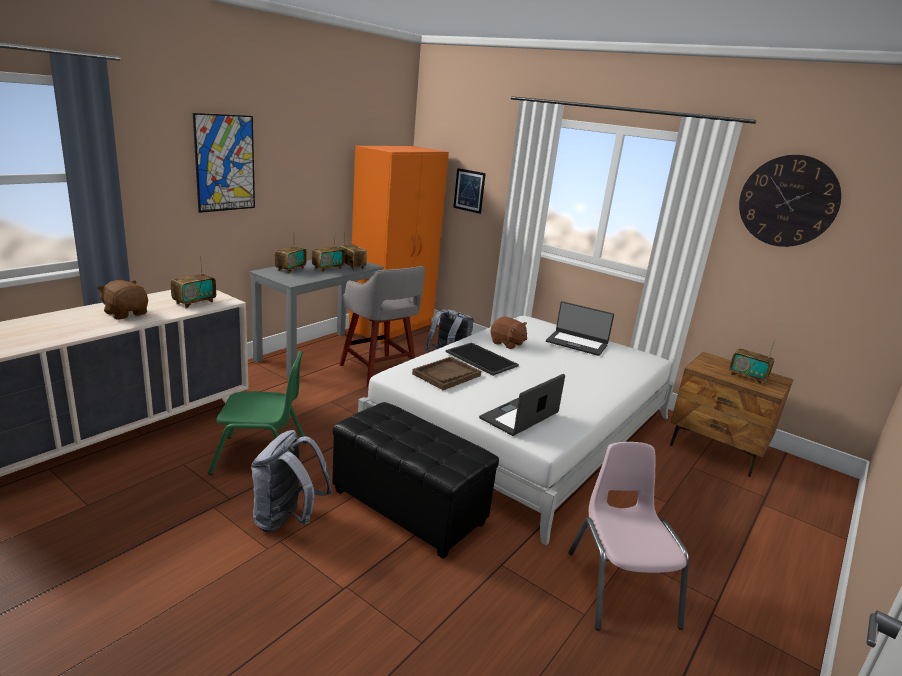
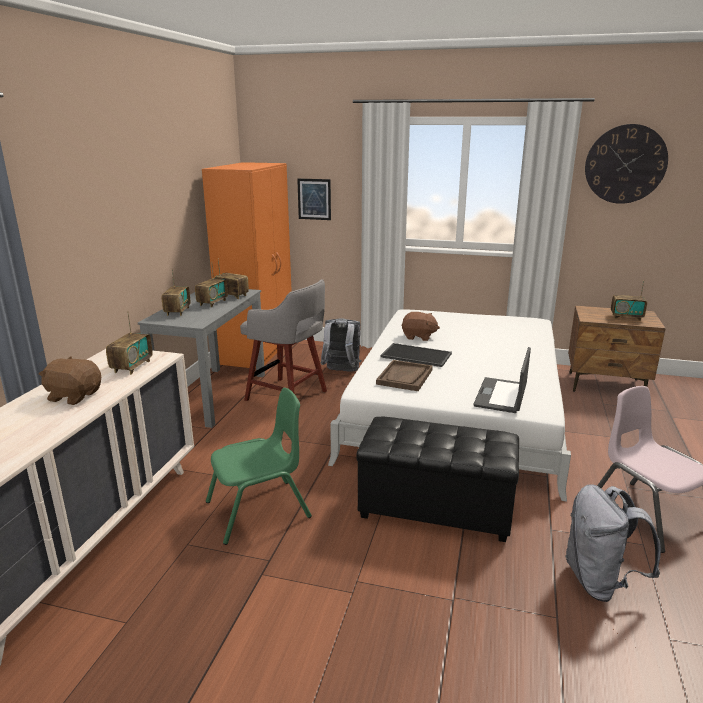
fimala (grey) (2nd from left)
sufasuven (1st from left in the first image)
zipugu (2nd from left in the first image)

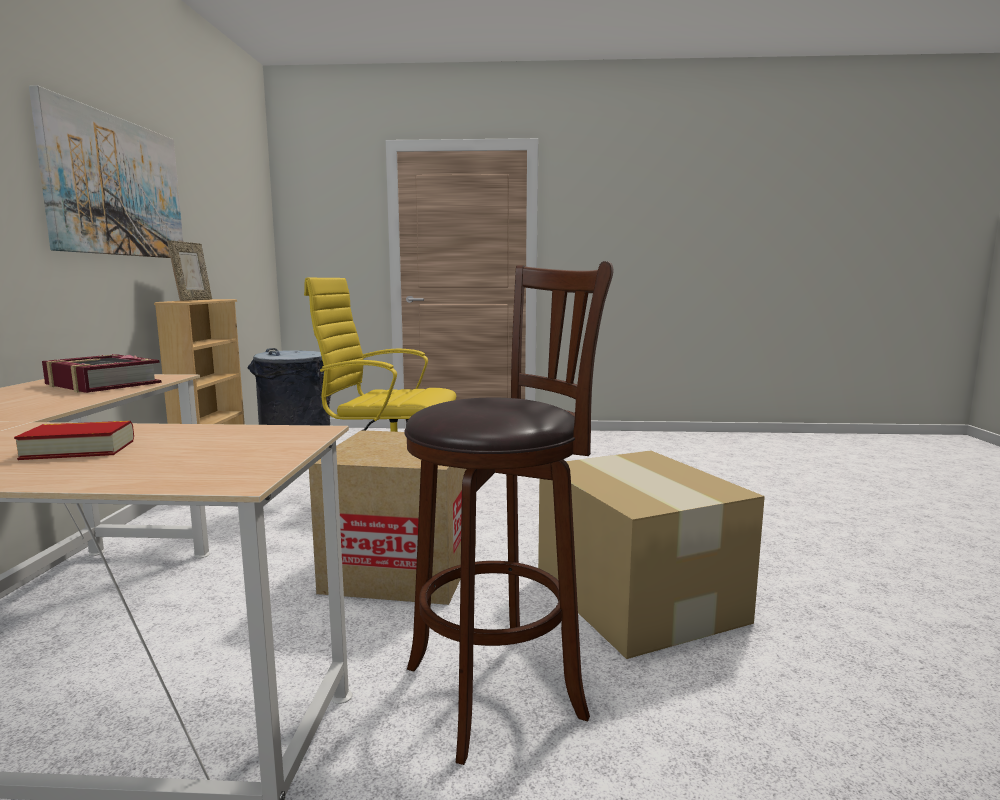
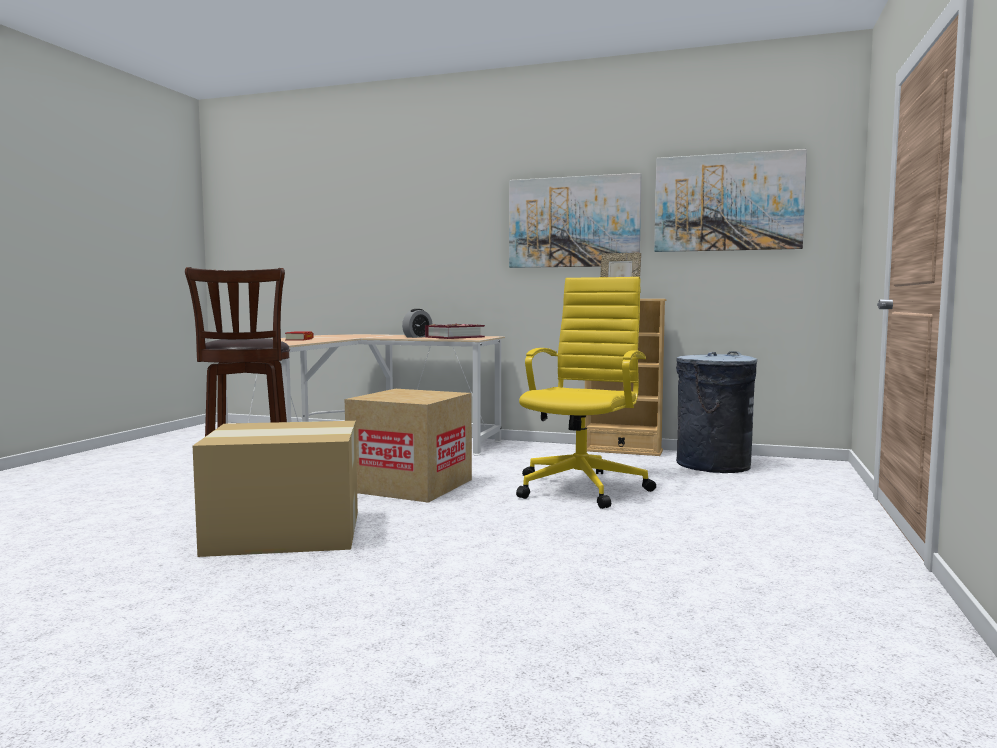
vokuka
sufasuven (2nd from left)

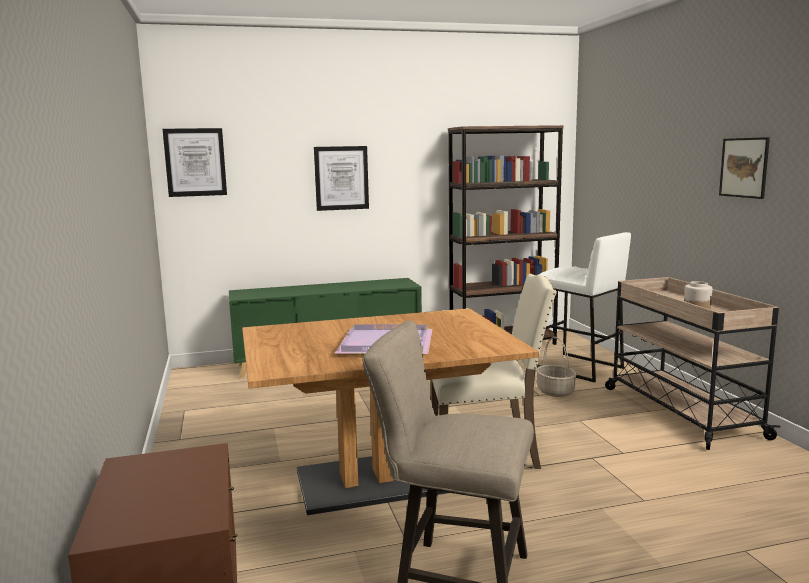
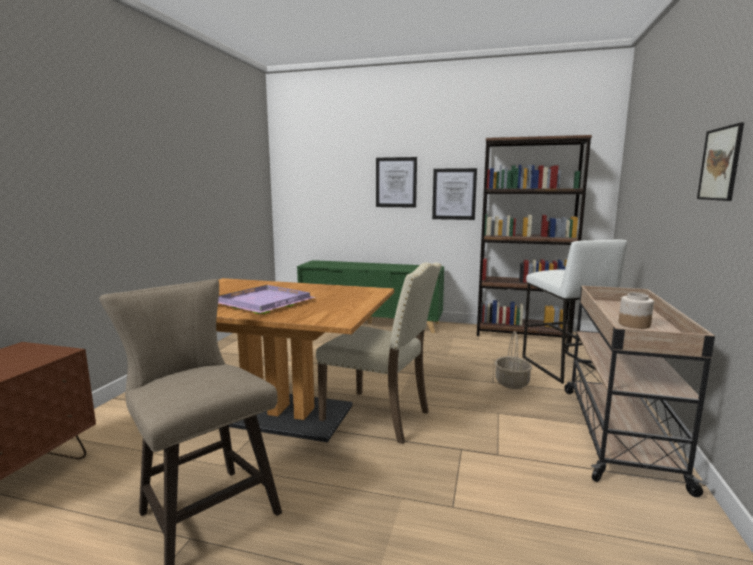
sufasuven (2nd from left)

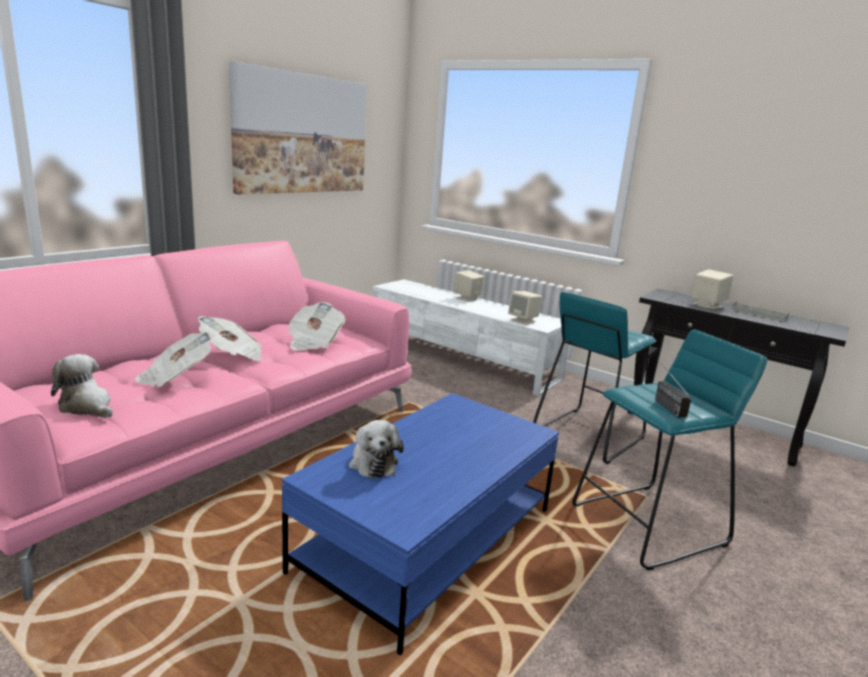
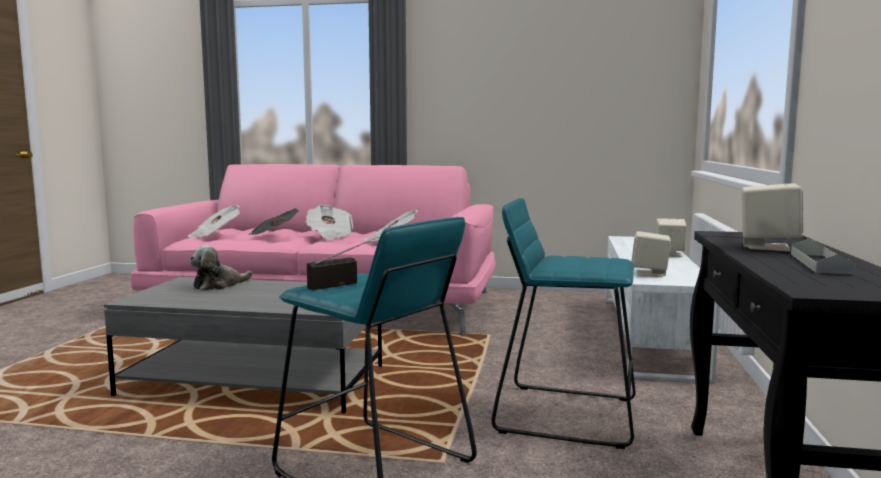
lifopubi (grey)
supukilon (1st from left)
sufasuven

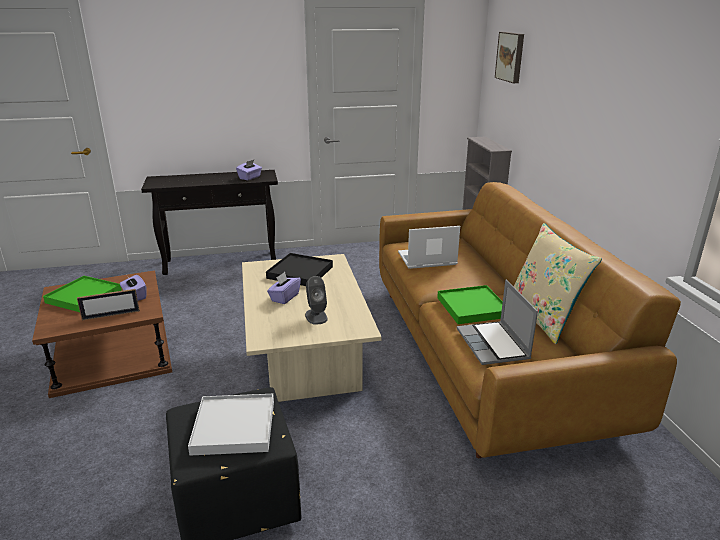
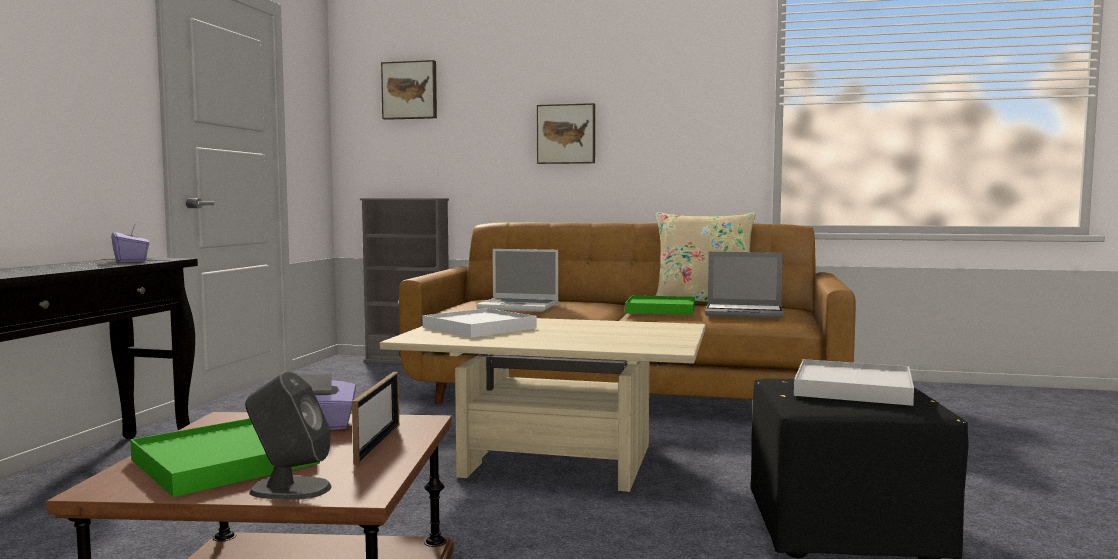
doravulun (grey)
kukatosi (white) (1st from left)
zipugu (1st from left)
sufasuven (2nd from left)
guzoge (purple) (3rd from left in the first image)

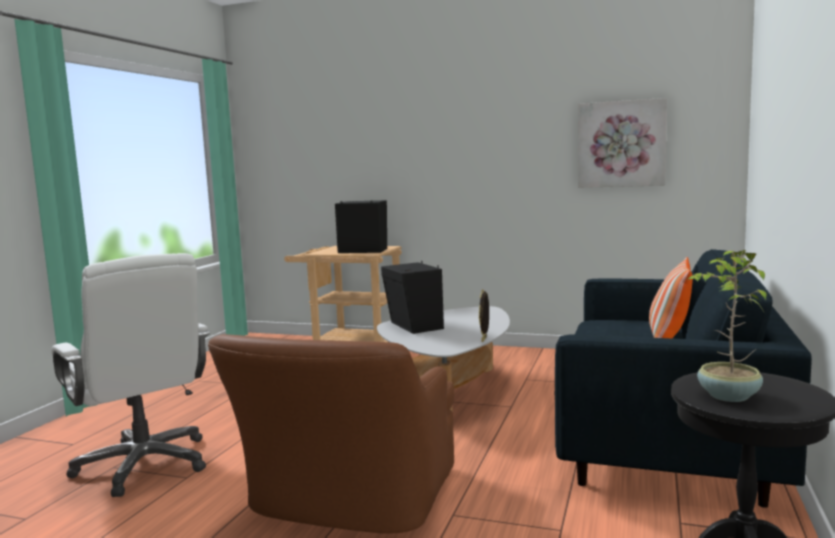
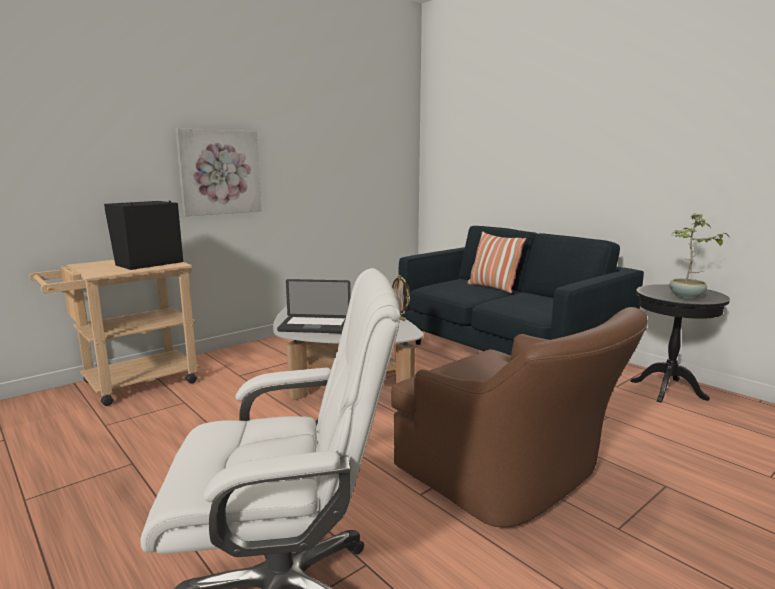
sufasuven
zipugu

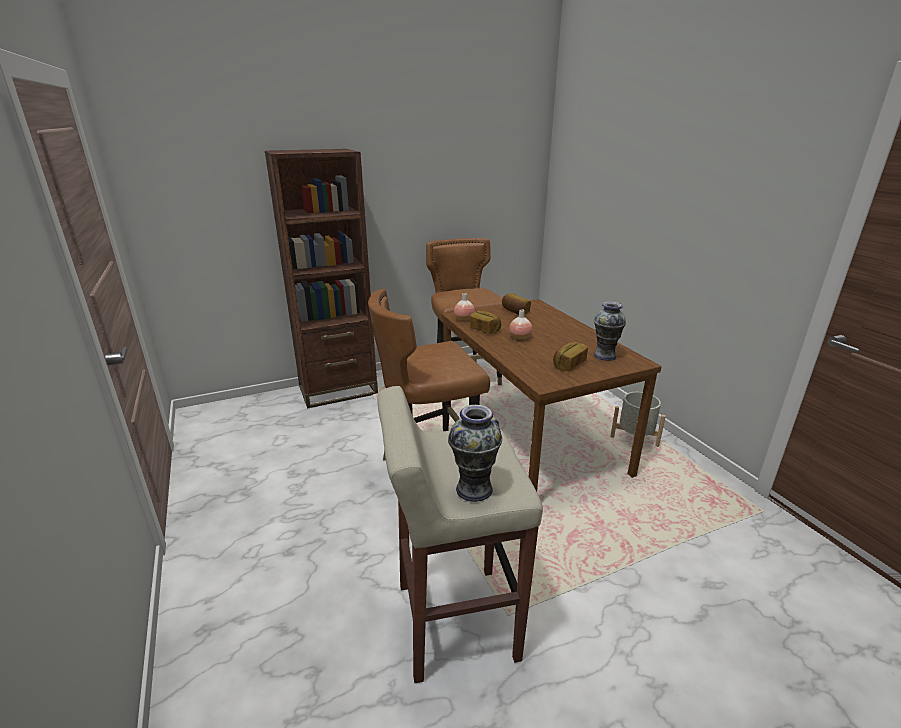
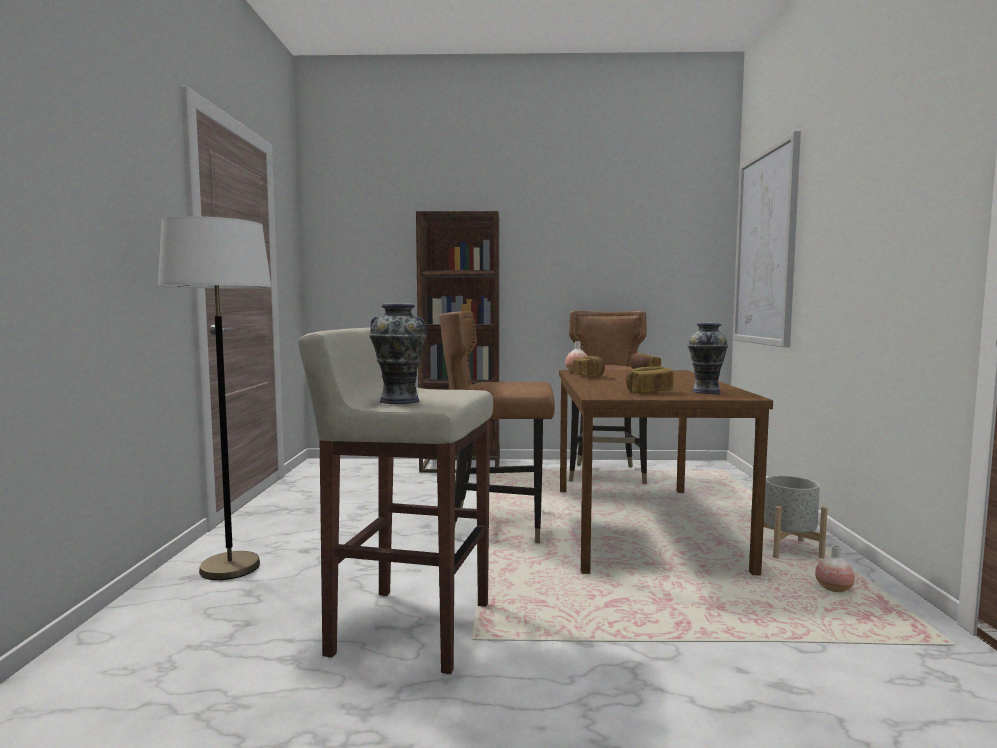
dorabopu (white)
sufasuven
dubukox (4th from left)

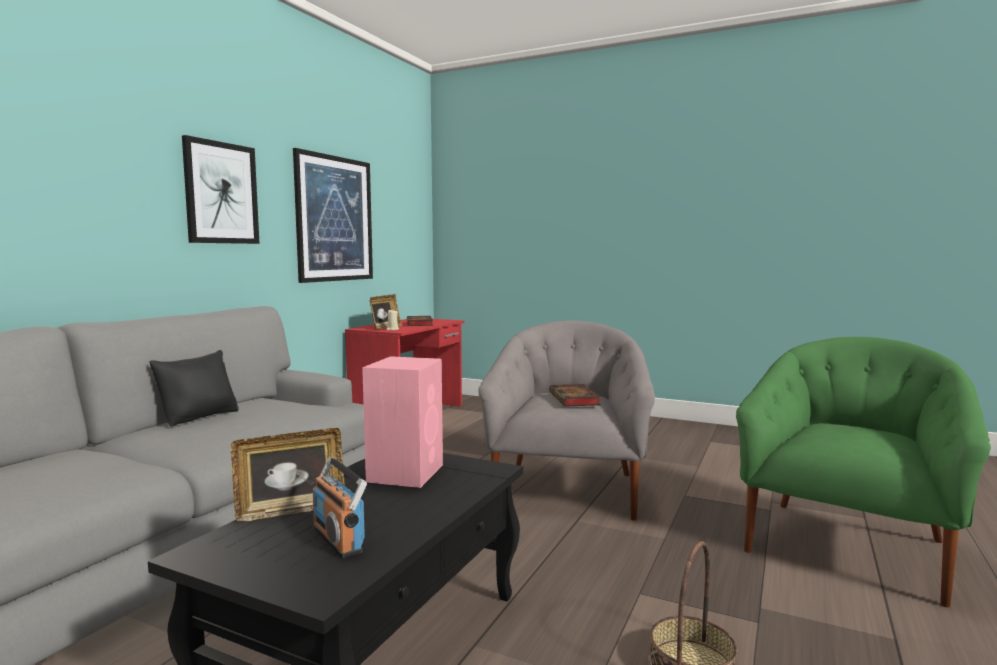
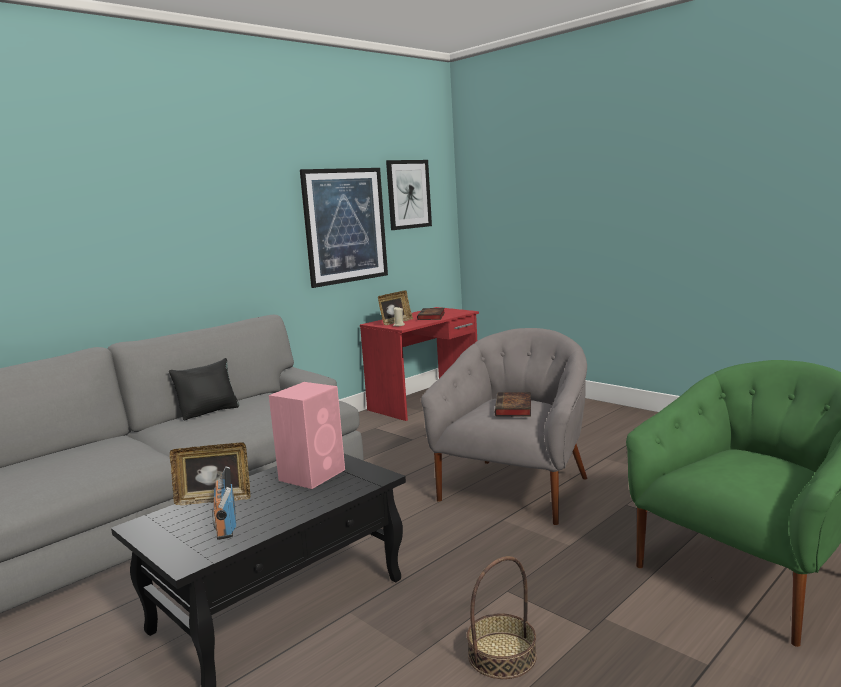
sufasuven (2nd from left)

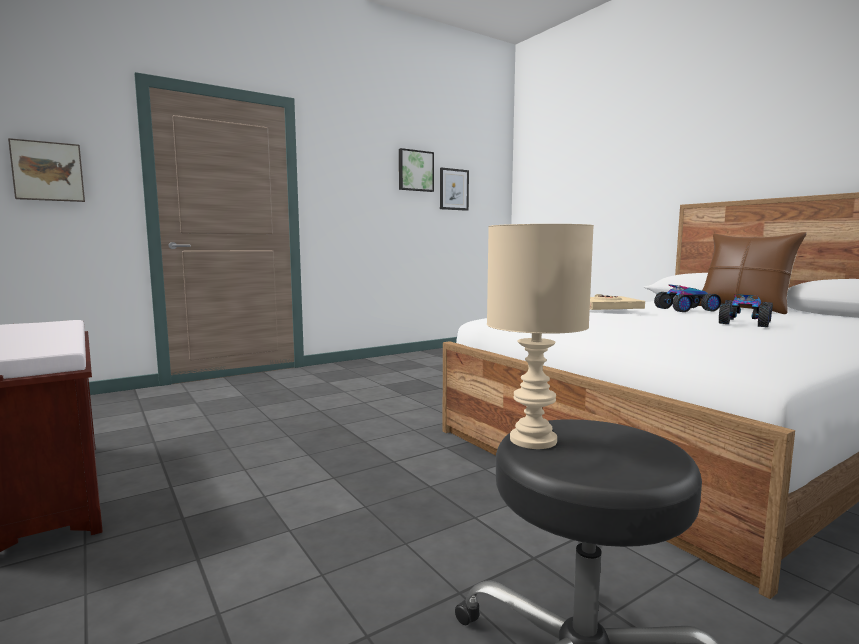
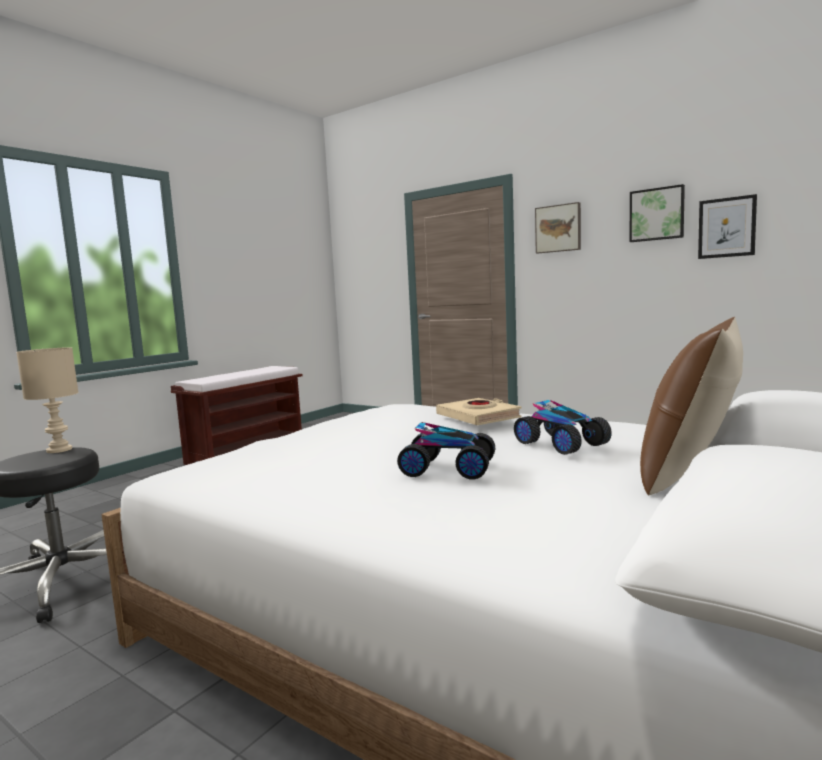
sufasuven (1st from left)

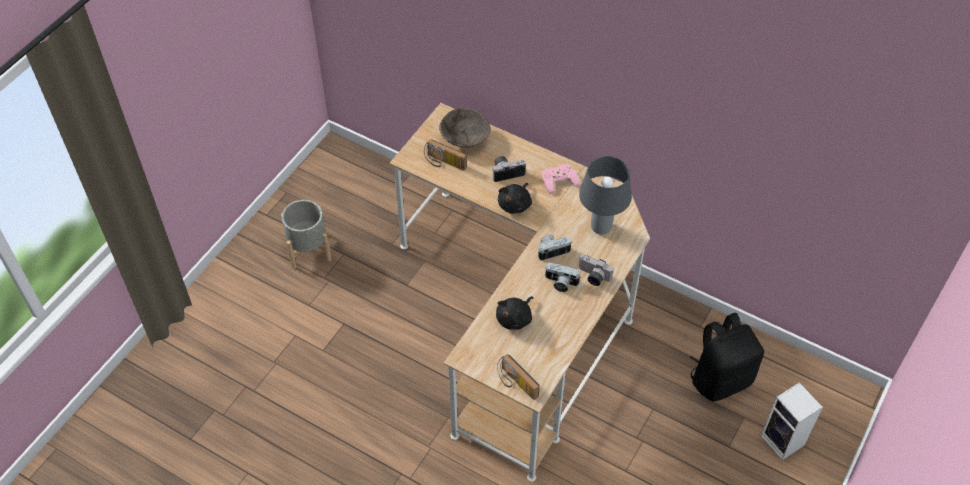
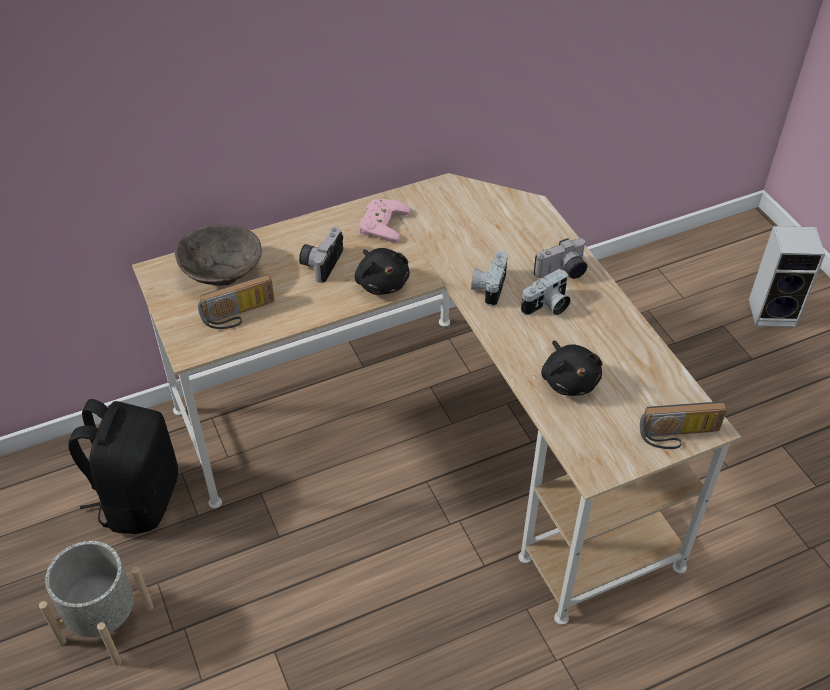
fimala (black)
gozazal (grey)

